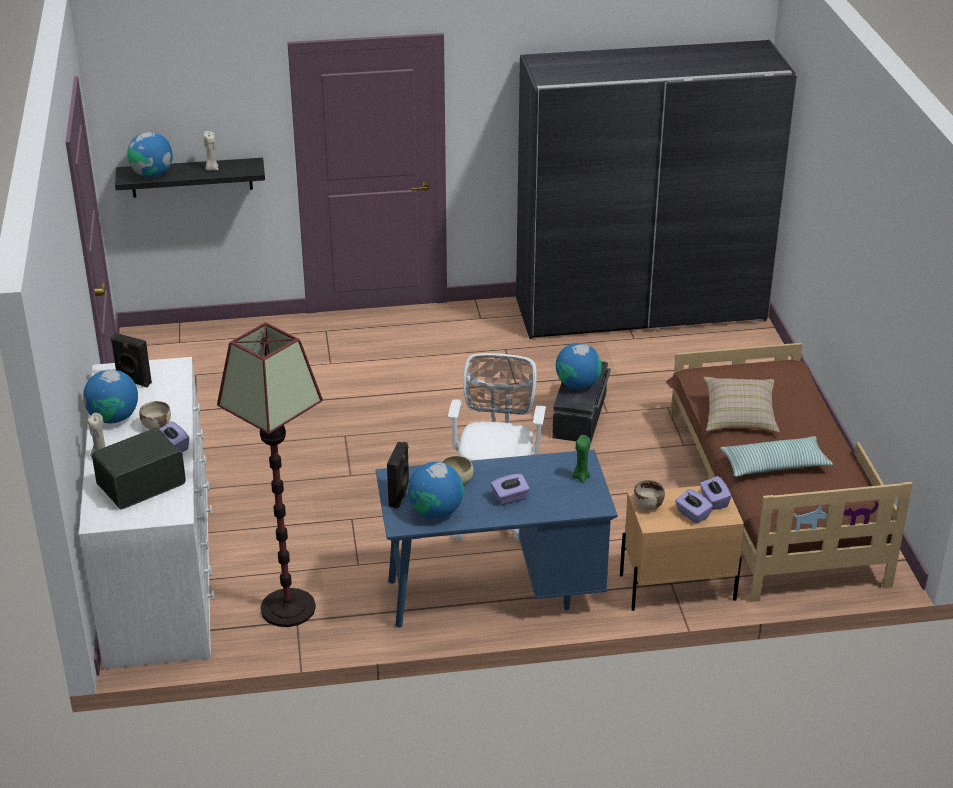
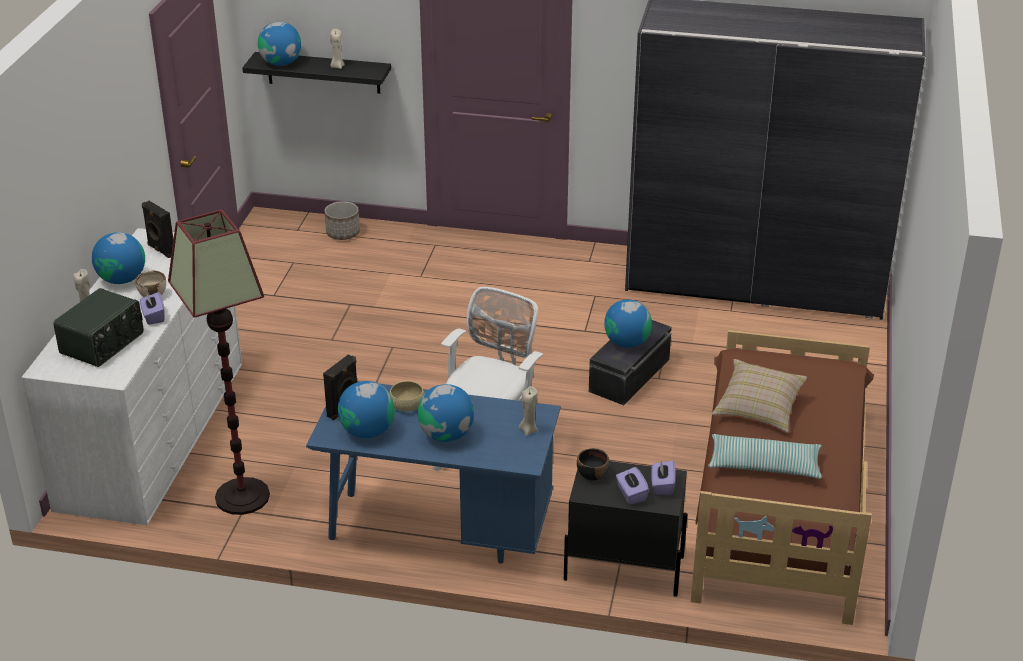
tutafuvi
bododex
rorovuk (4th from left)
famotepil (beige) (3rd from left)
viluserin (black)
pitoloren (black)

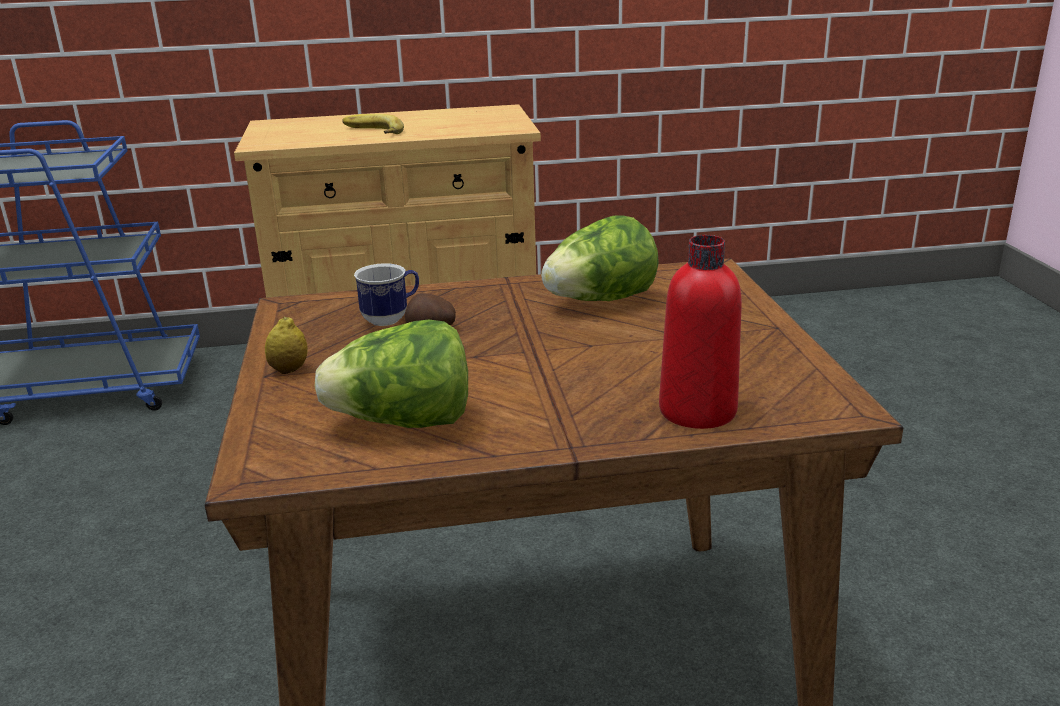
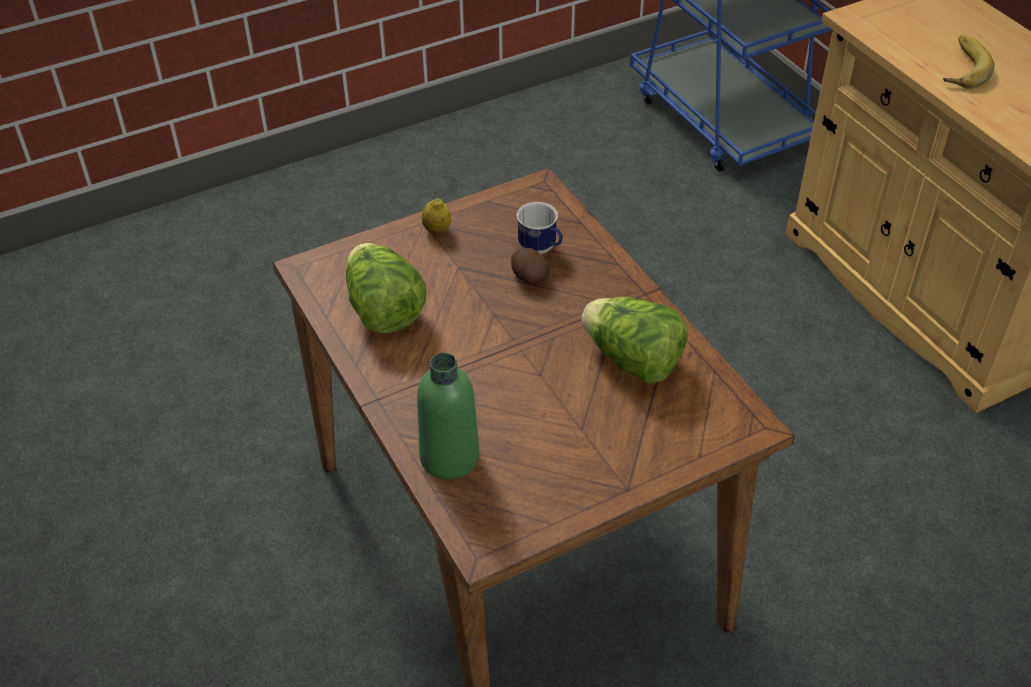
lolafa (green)

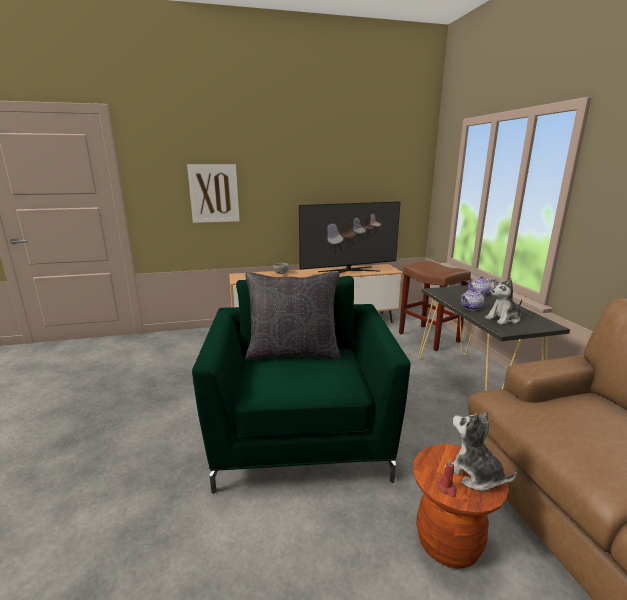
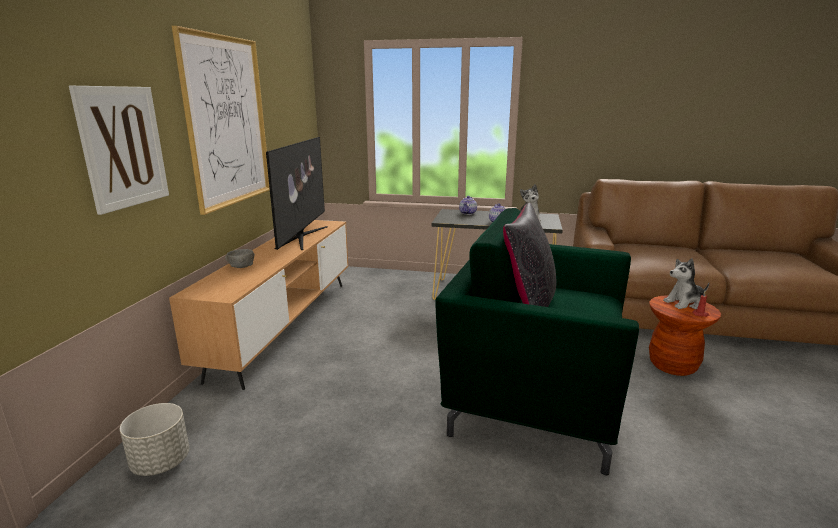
bododex (grey)
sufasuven (2nd from left)
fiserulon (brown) (1st from left in the first image)

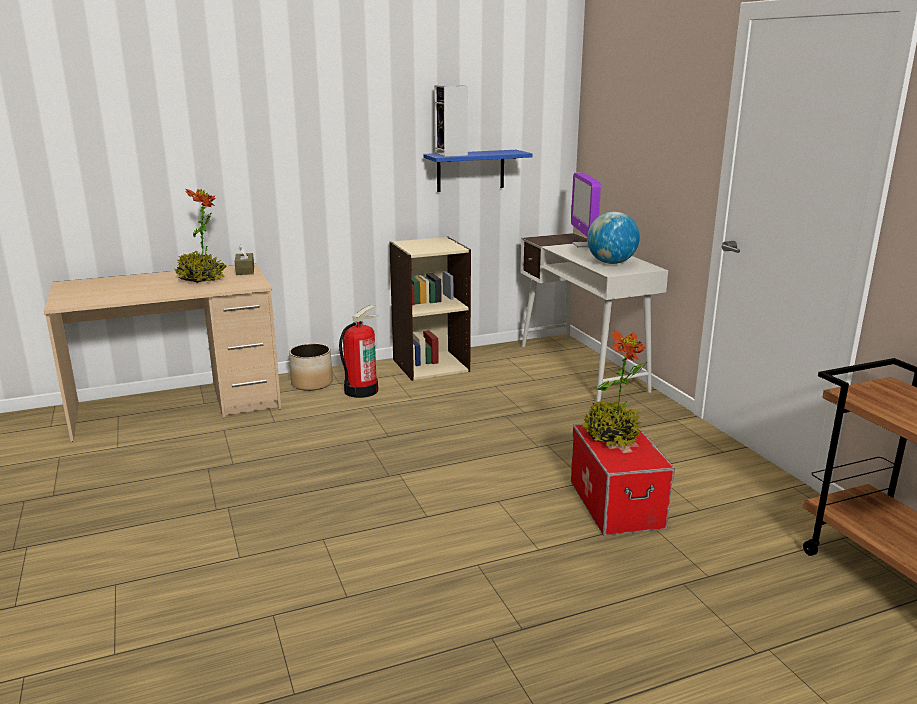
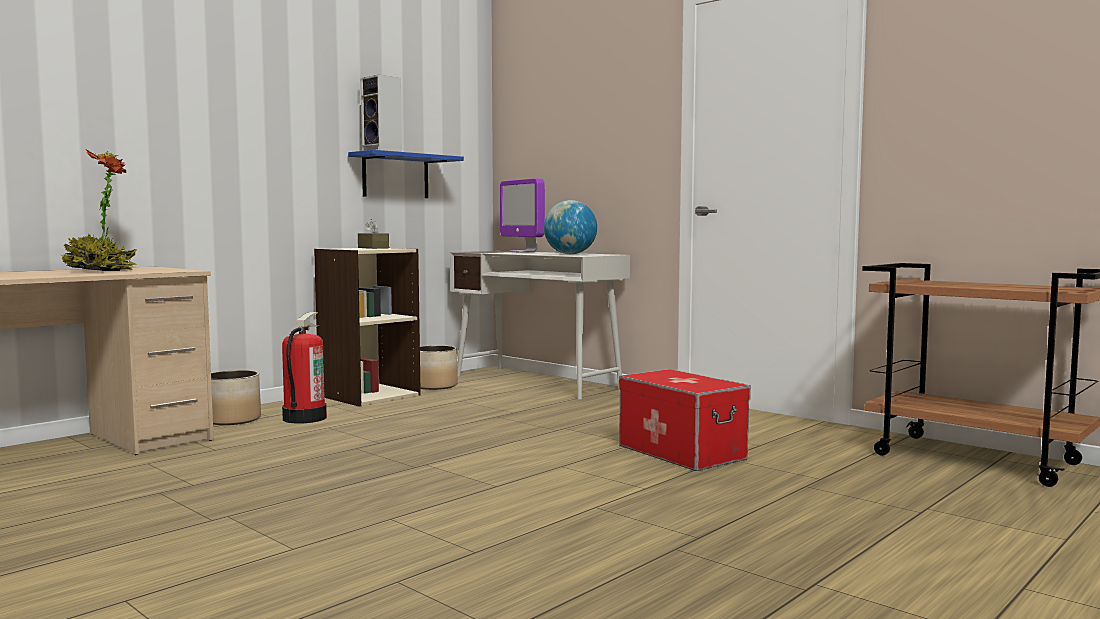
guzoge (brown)
bododex (2nd from left)
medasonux (2nd from left in the first image)

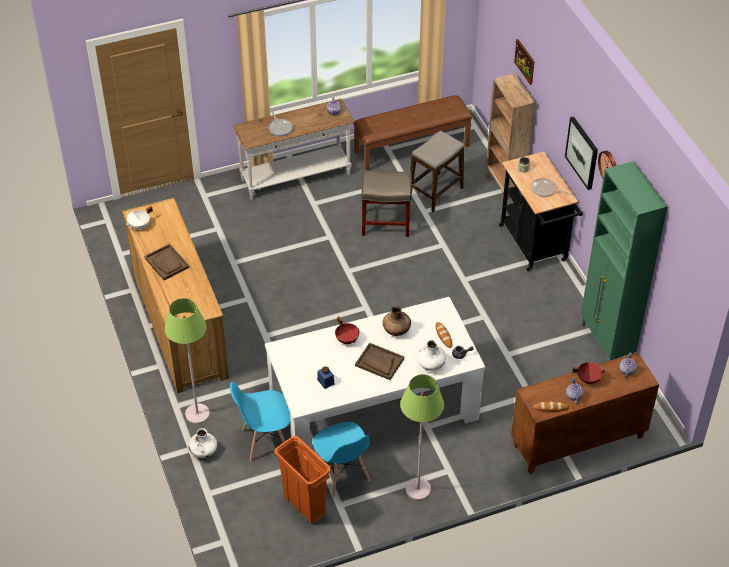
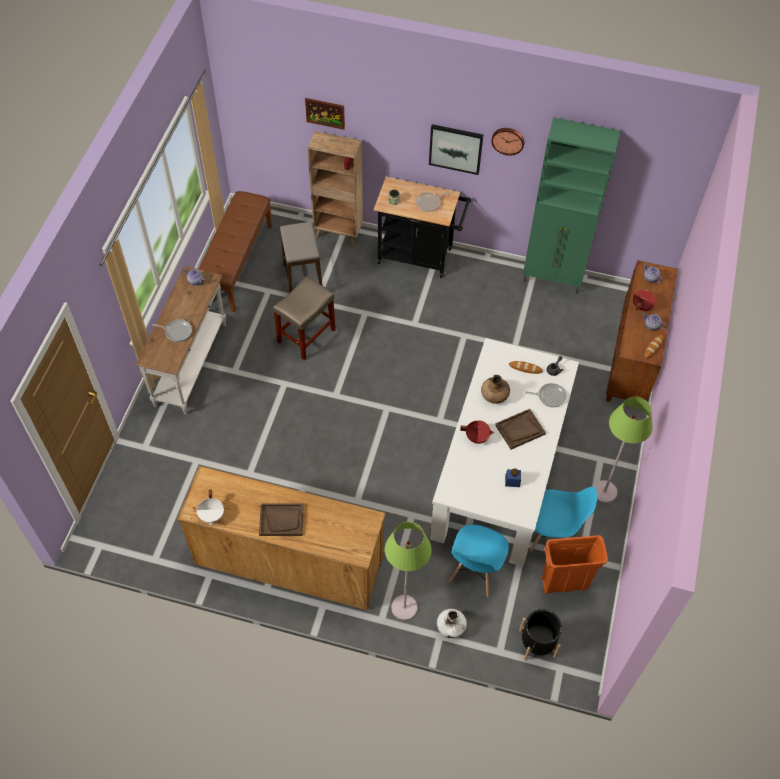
bododex (black)
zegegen (3rd from left)

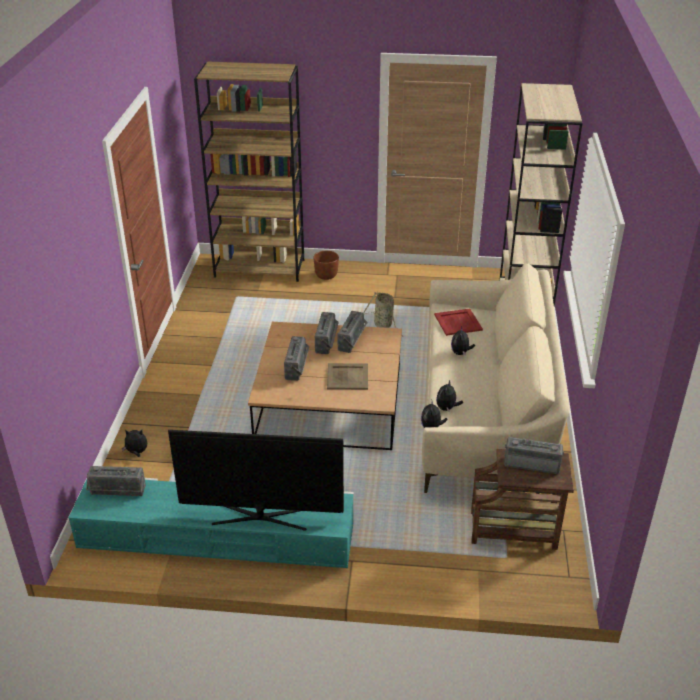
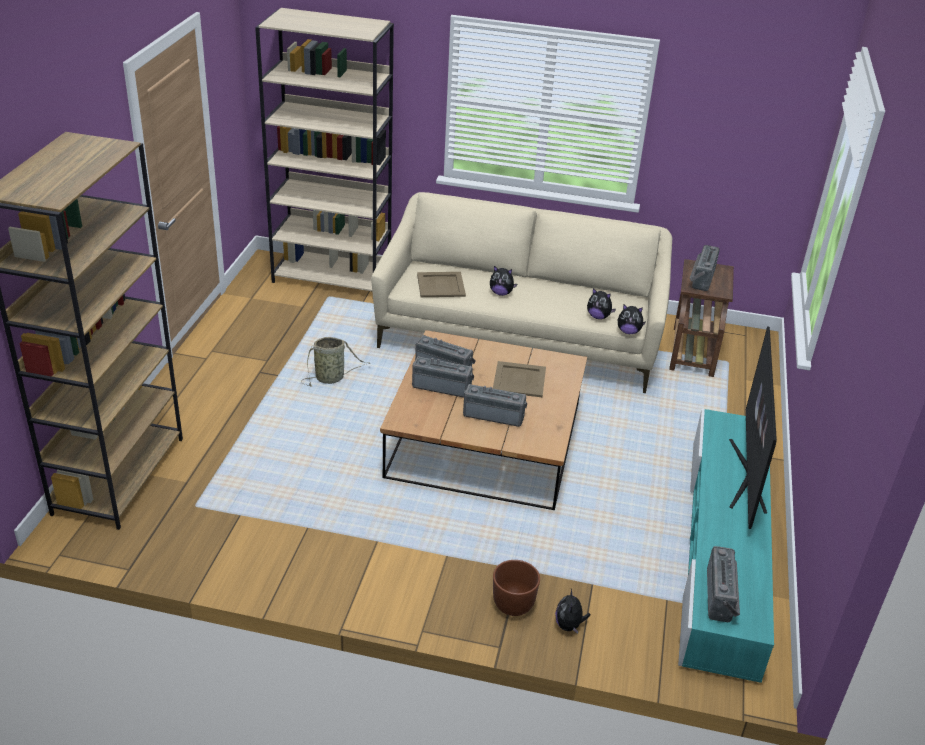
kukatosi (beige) (1st from left)
bododex (brown)

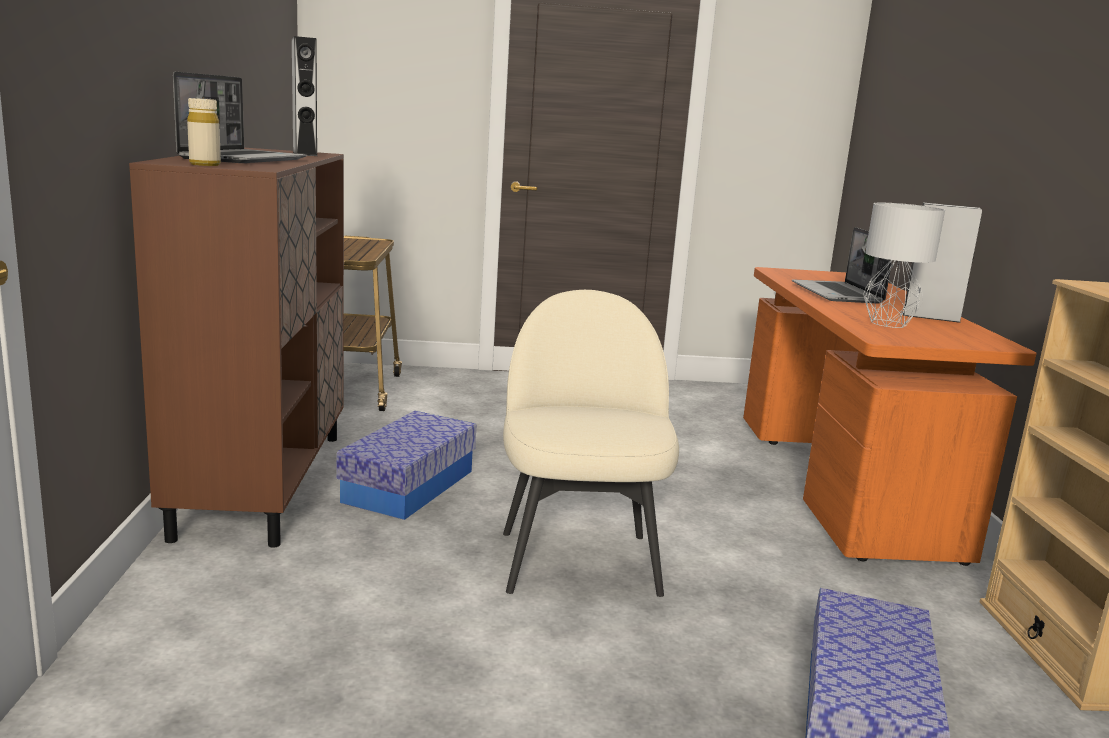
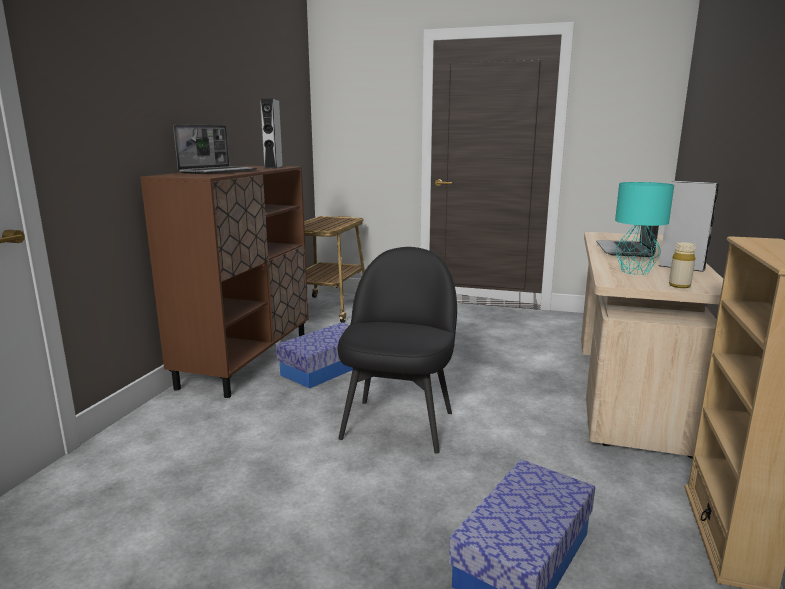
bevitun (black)
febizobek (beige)
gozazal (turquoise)
lolafa (beige)

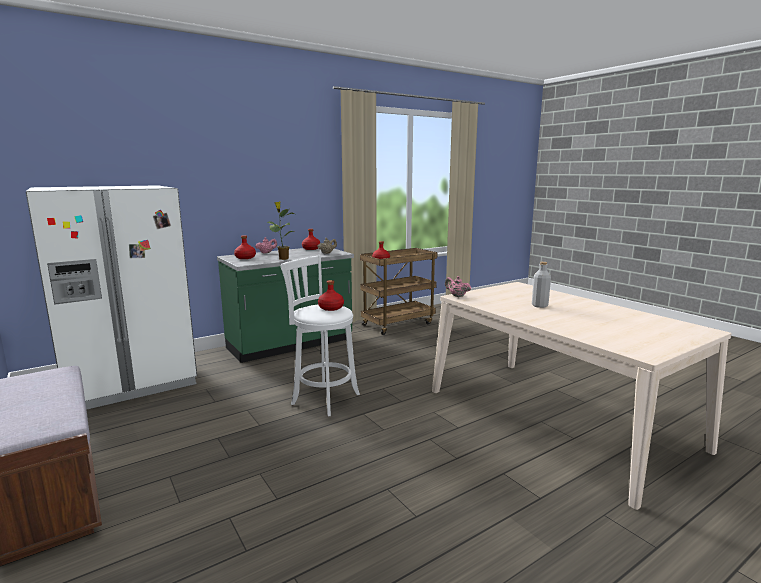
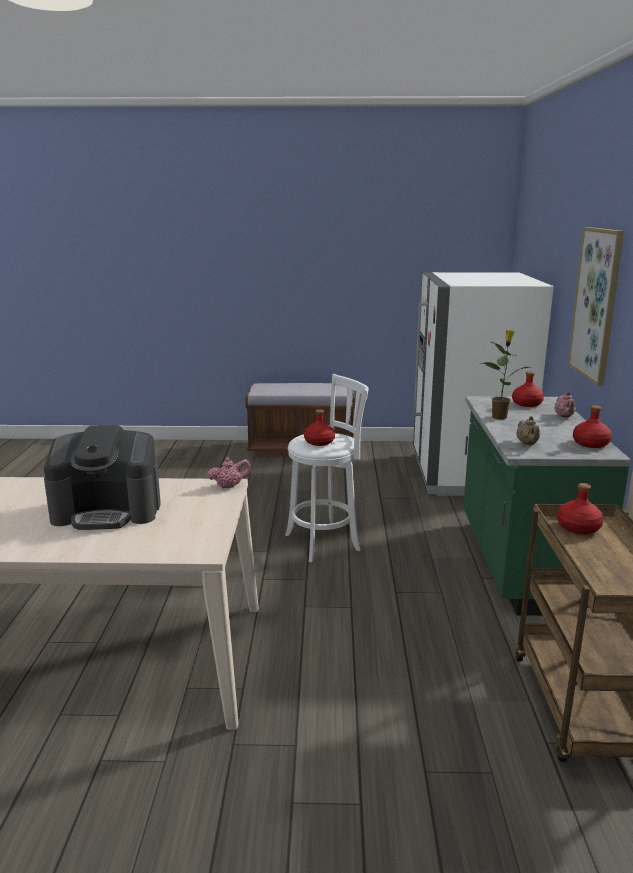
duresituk
sufasuven

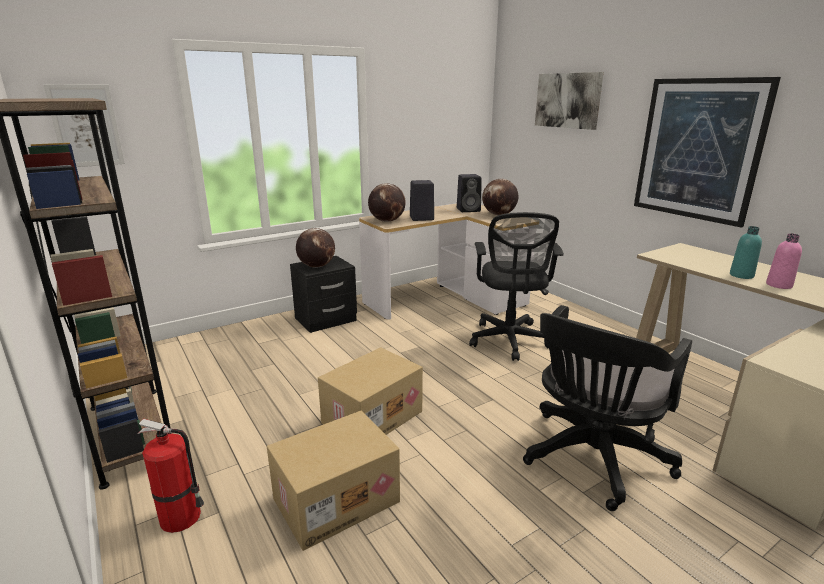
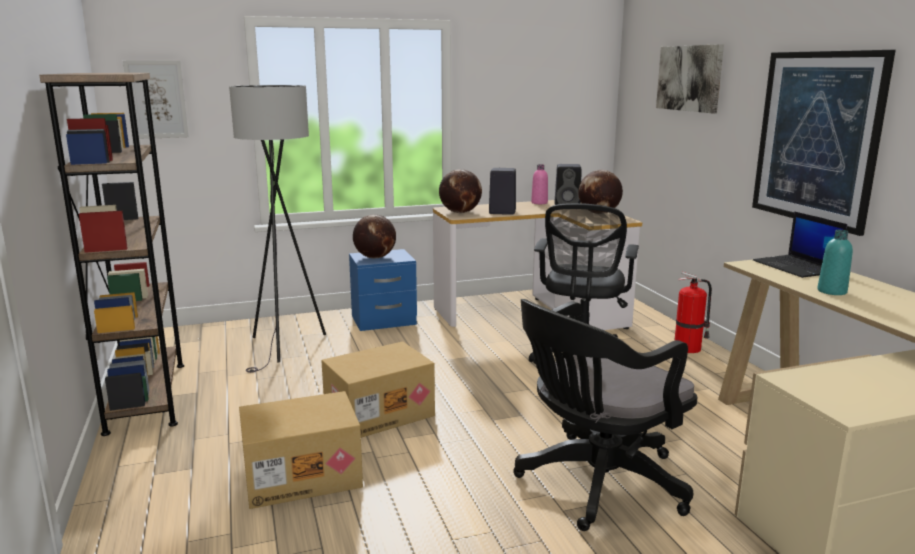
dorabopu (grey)
viluserin (blue)
lolafa (pink)
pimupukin
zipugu

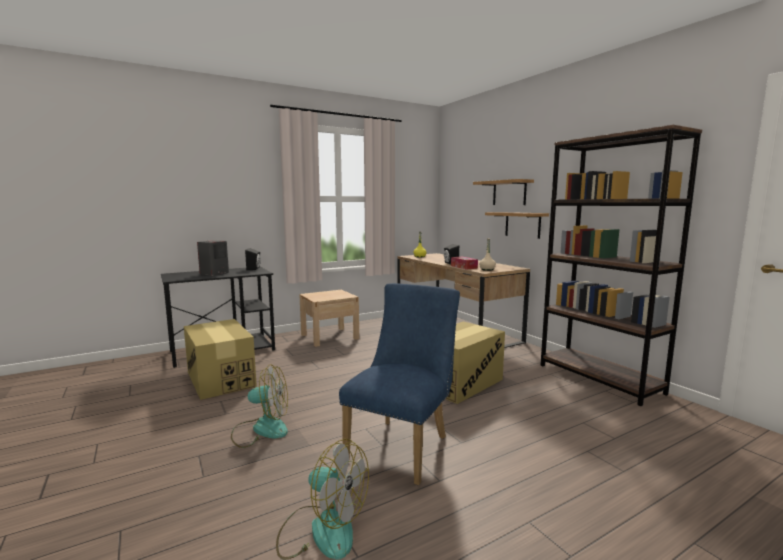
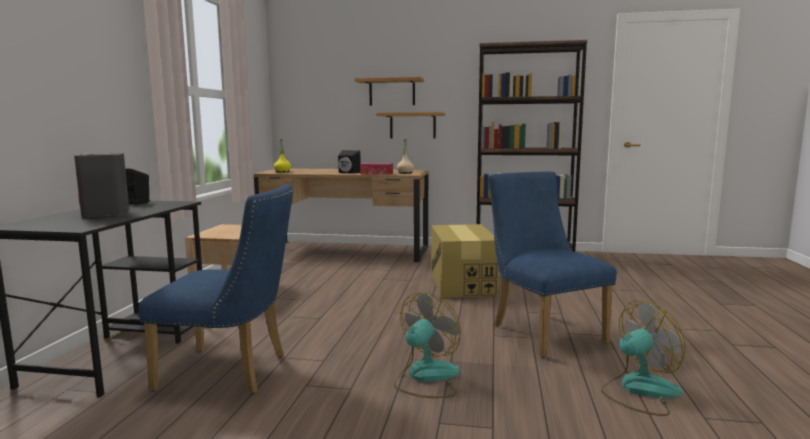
bevitun (blue) (1st from left)

